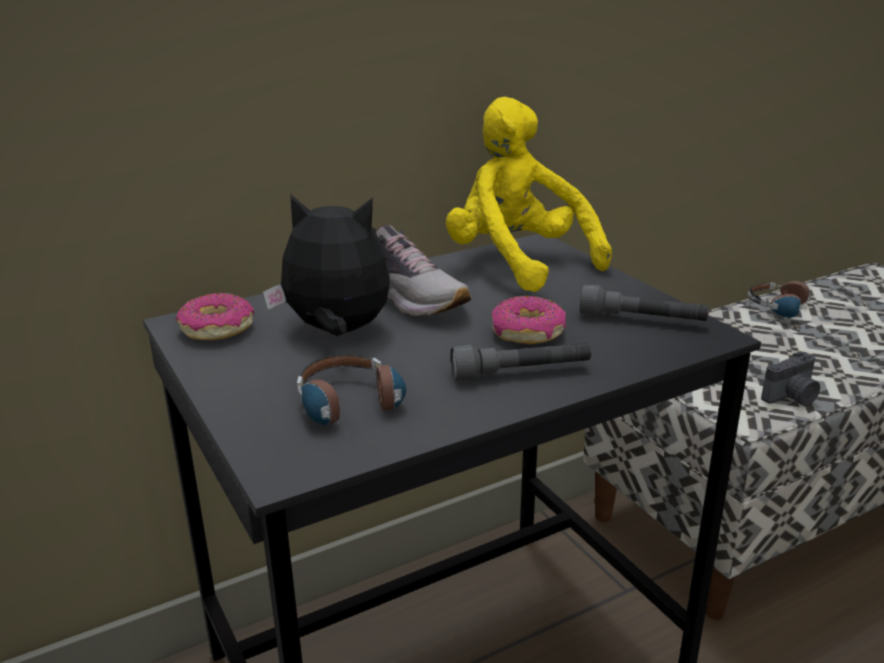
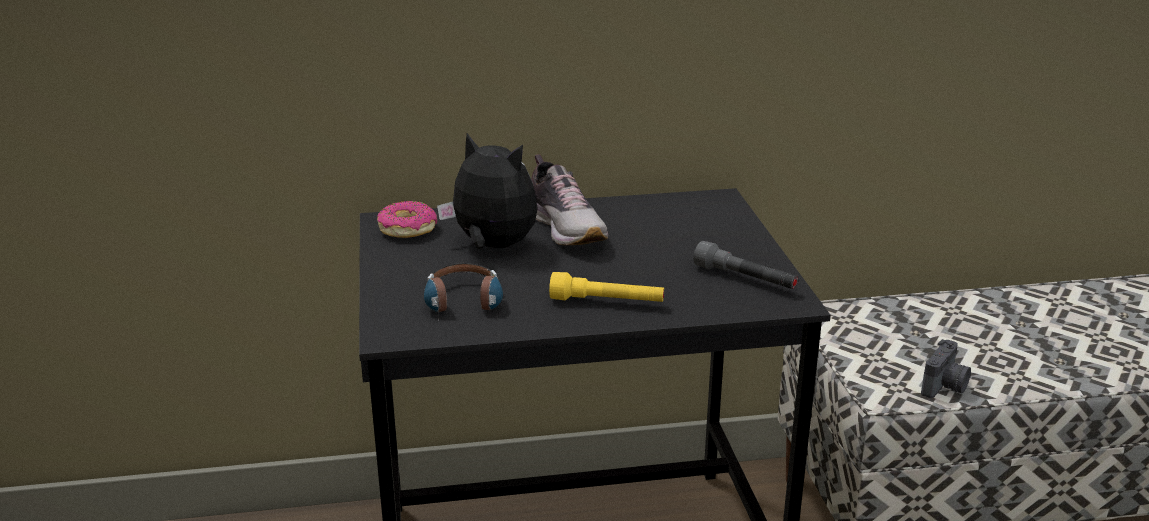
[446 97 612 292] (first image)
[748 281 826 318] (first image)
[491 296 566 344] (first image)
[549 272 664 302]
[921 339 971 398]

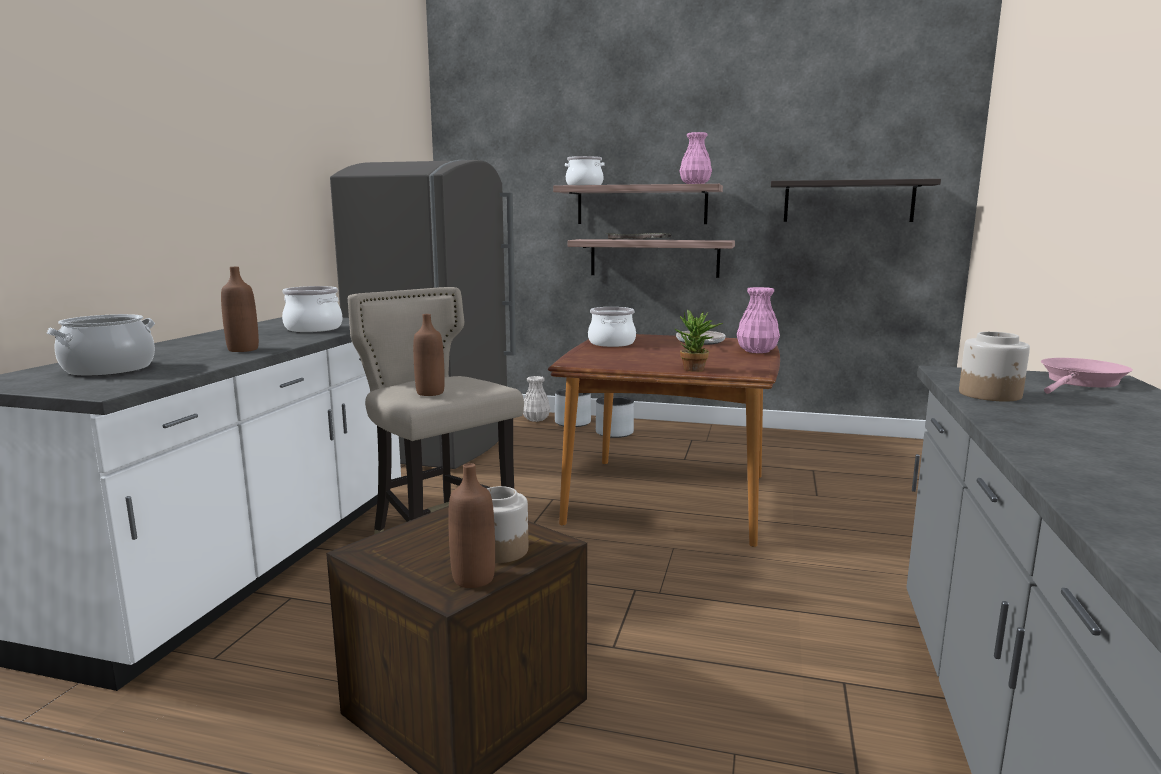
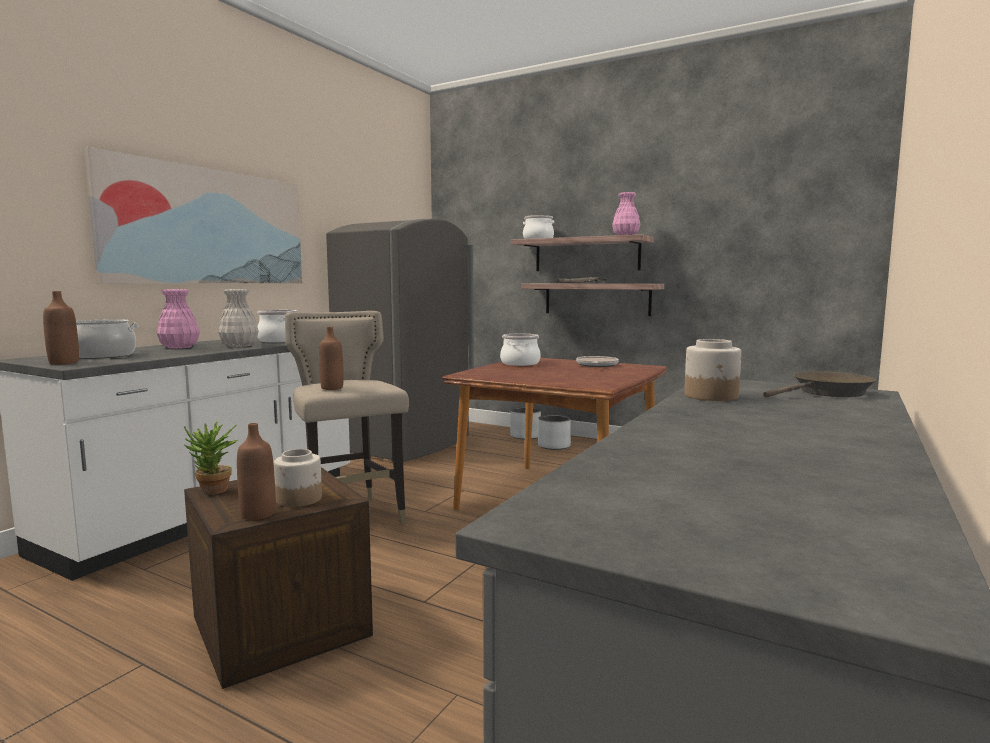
[771 179 941 222] (first image)
[43 291 79 364]
[157 289 200 349]
[184 421 238 495]
[763 371 877 398]
[218 289 259 347]
[84 147 302 283]

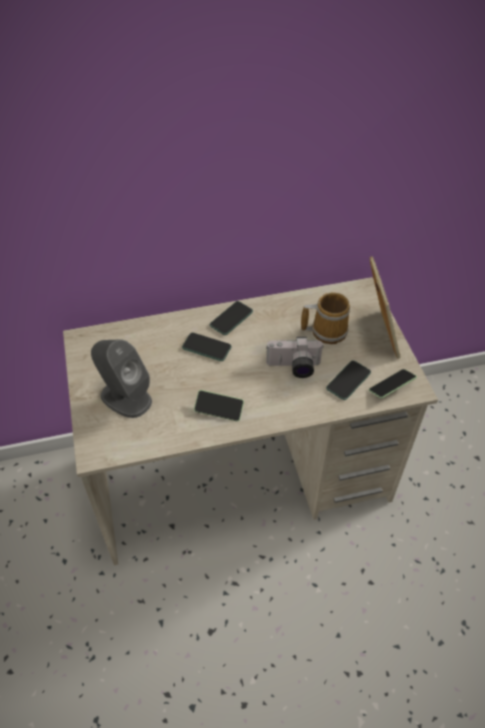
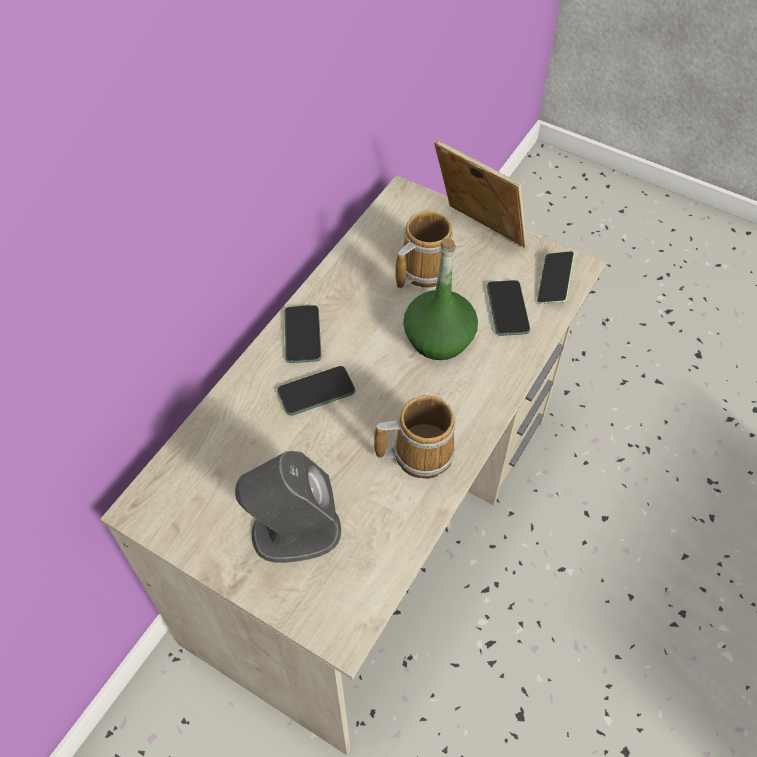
[403 238 478 360]
[374 396 455 479]

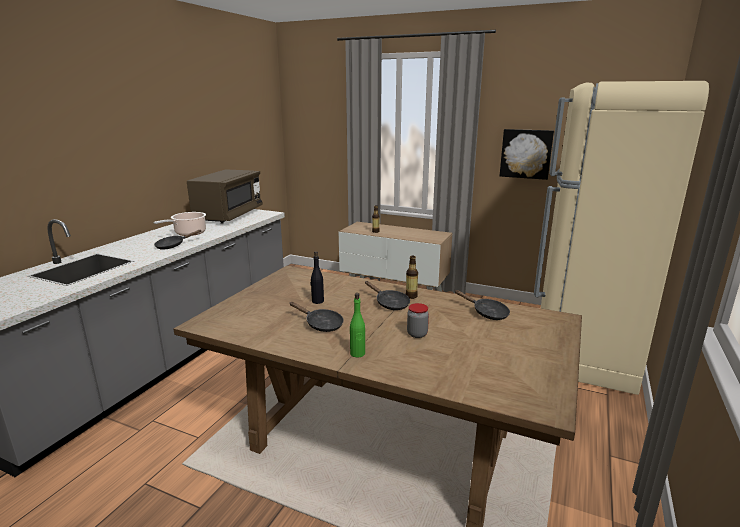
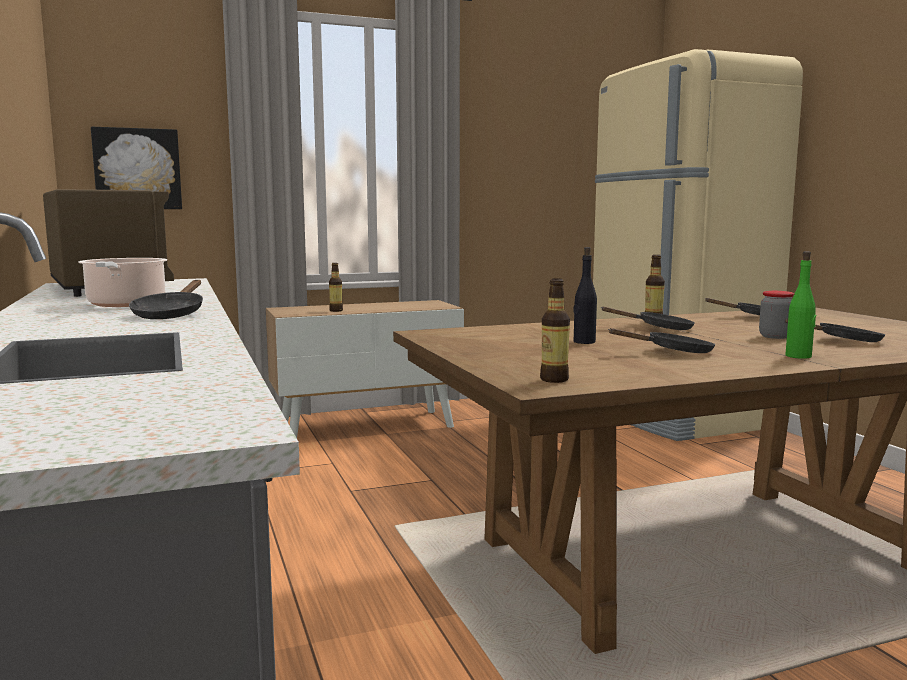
[91 127 182 209]
[540 278 570 383]
[784 318 885 342]

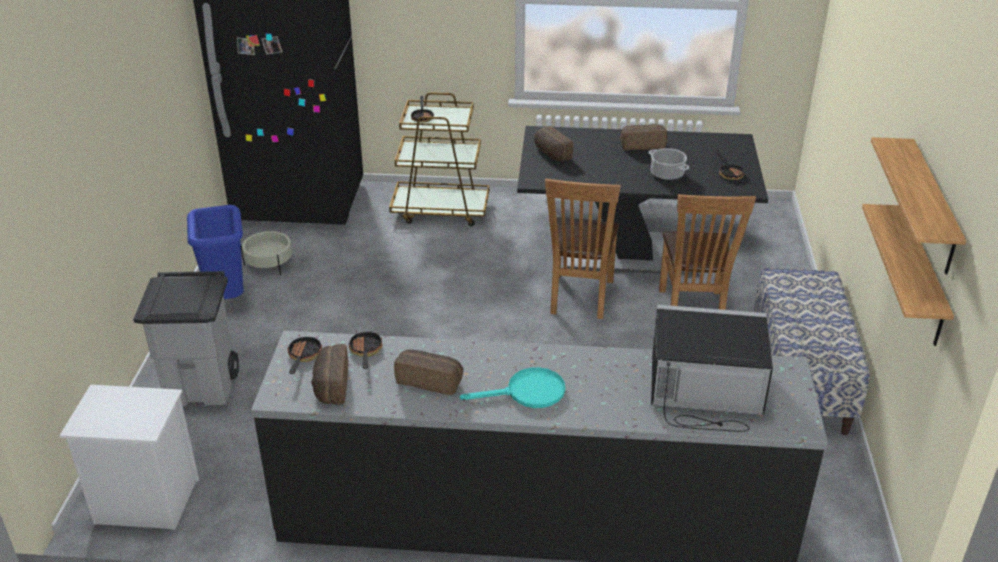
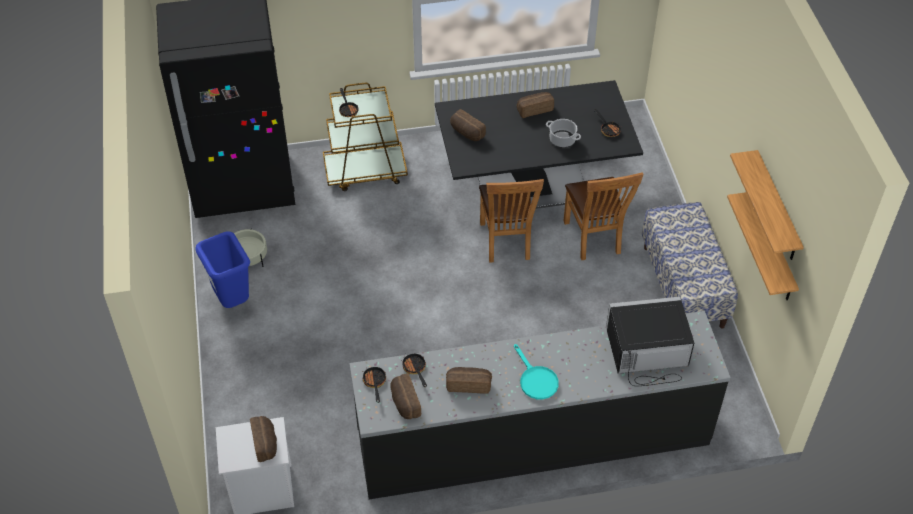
[133 271 239 406] (first image)
[514 344 559 399]
[250 416 277 462]

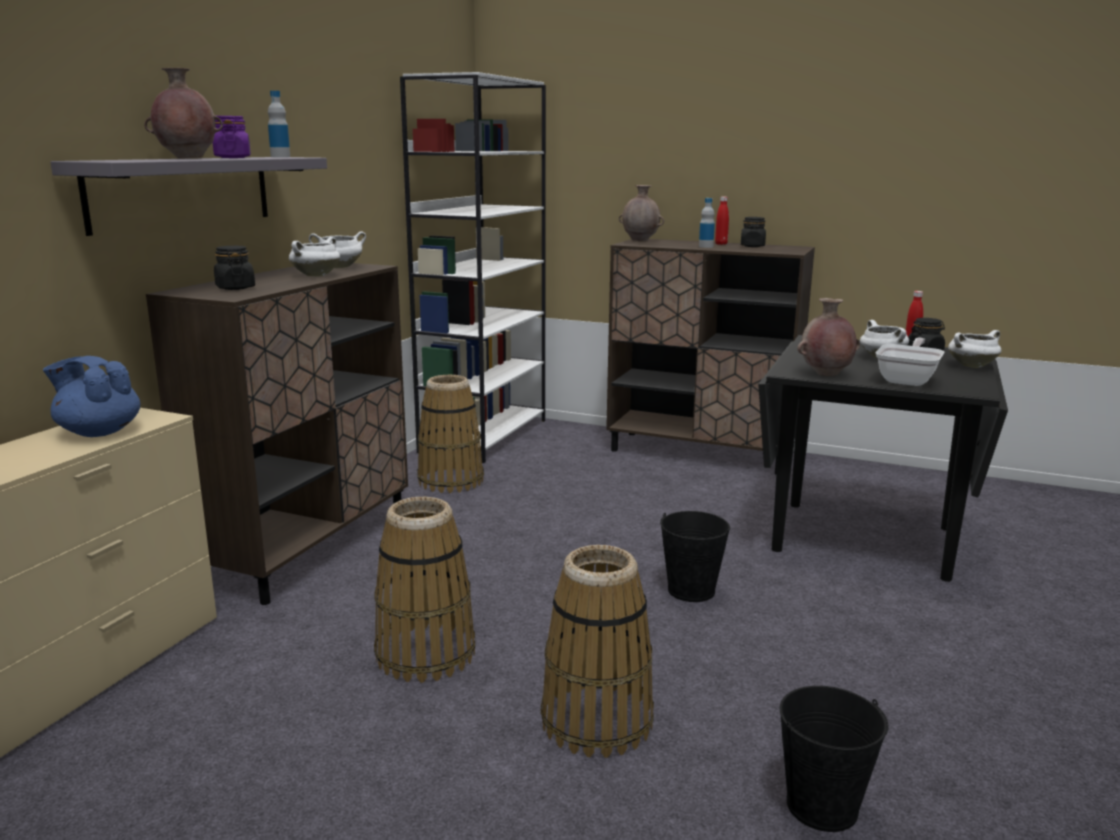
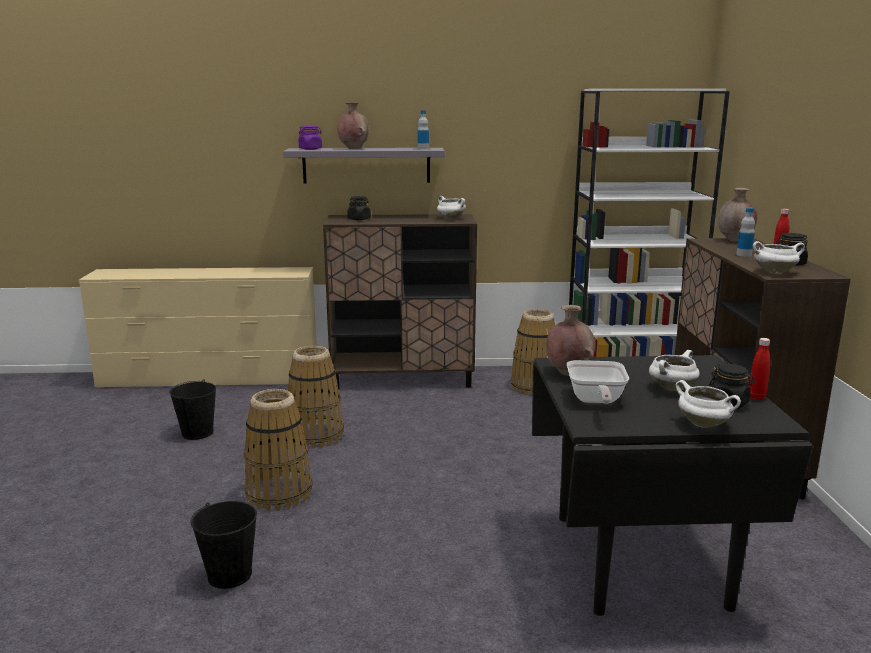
[298 126 322 150]
[753 241 805 274]
[567 360 629 404]
[43 356 140 437] (first image)
[169 379 216 440]

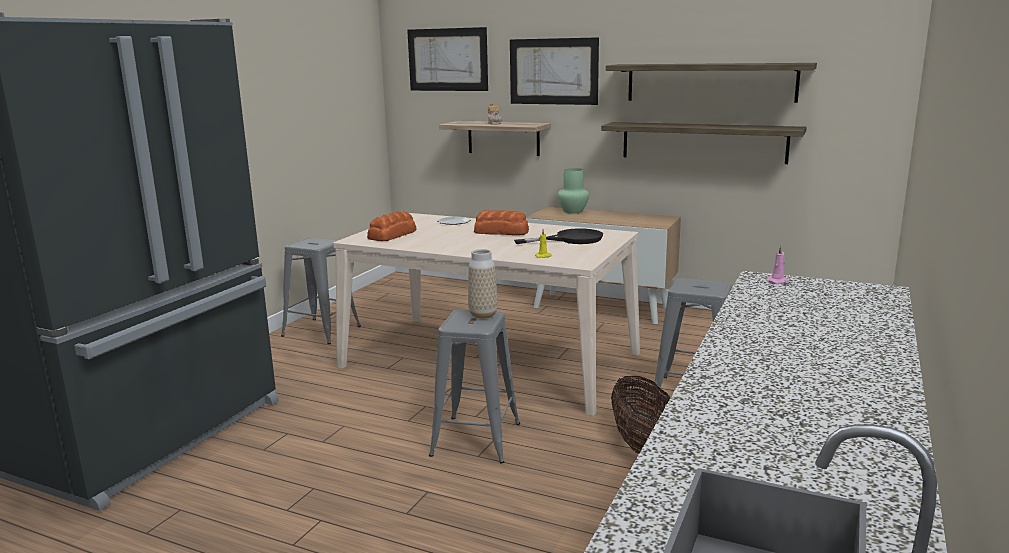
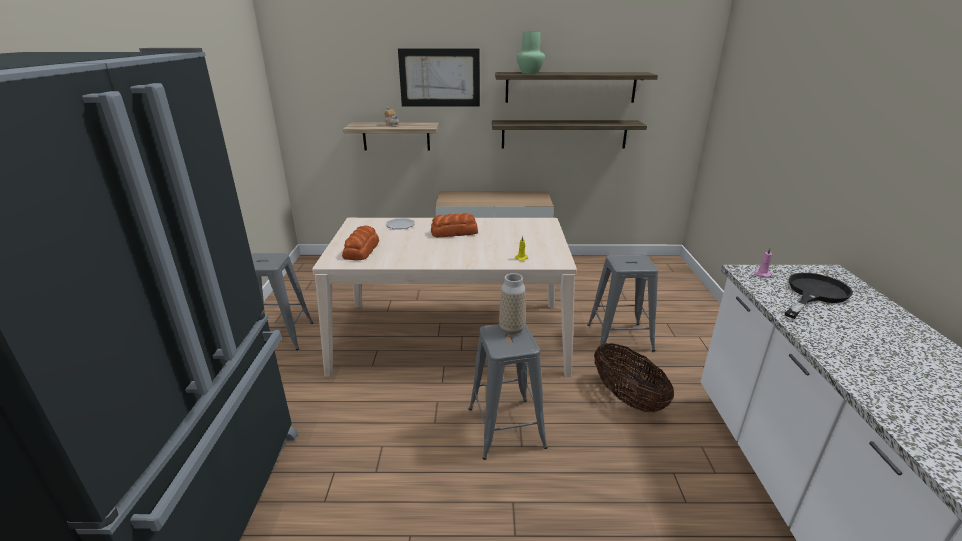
[407 27 488 91] (first image)
[517 31 545 74]
[785 273 853 319]

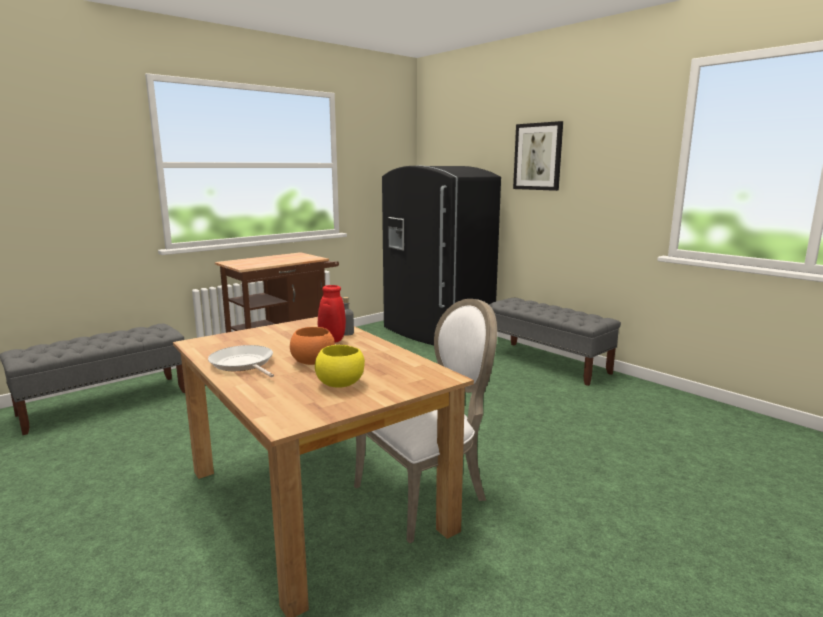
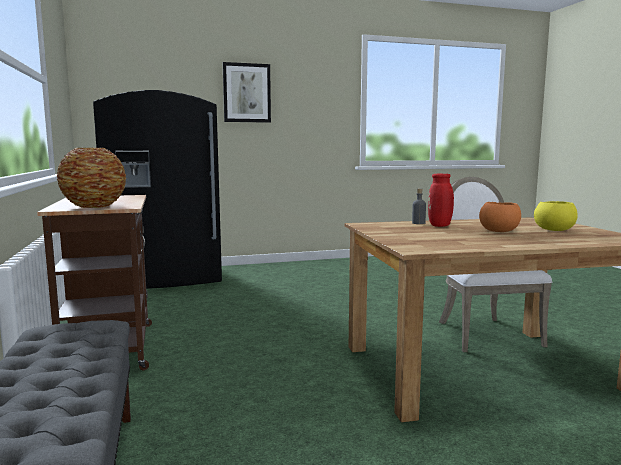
[489 298 621 386] (first image)
[208 345 274 377] (first image)
[57 148 126 208]

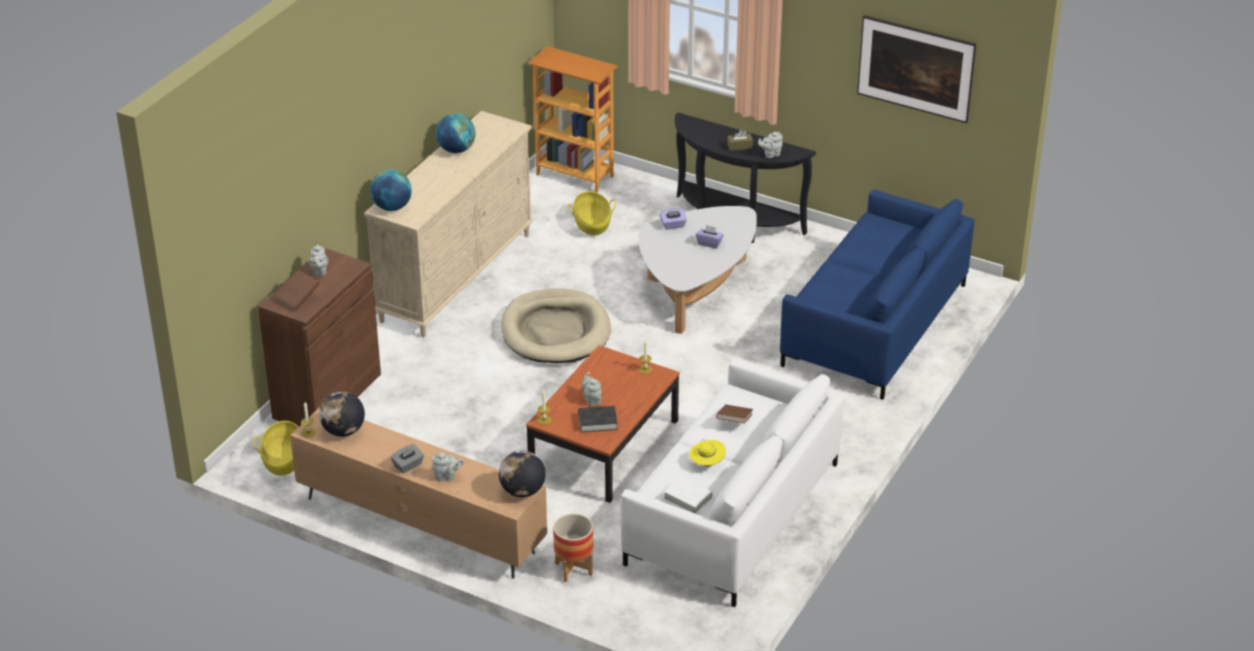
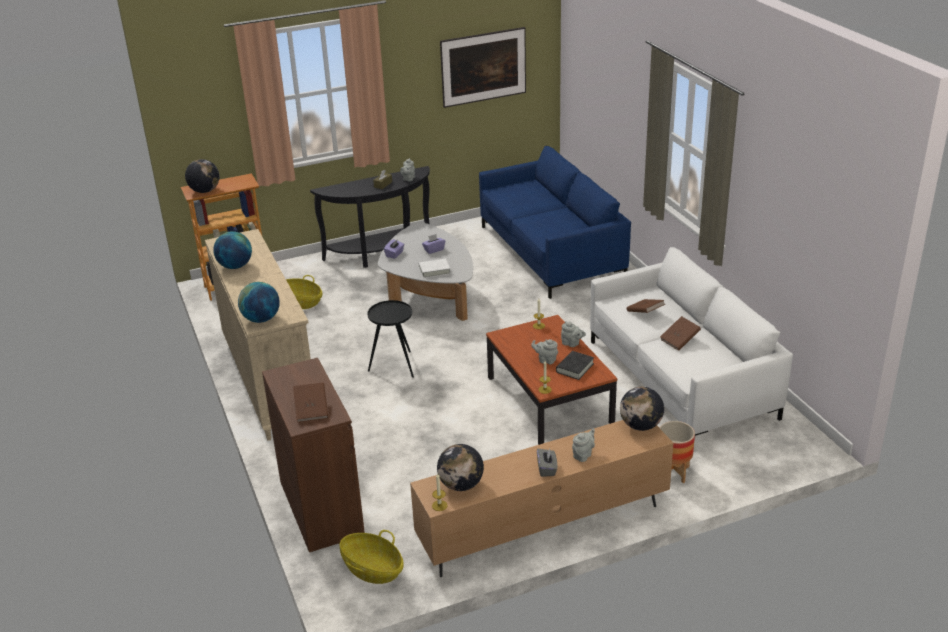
[561 321 586 347]
[367 300 414 378]
[660 316 701 351]
[419 259 450 278]
[185 159 219 193]

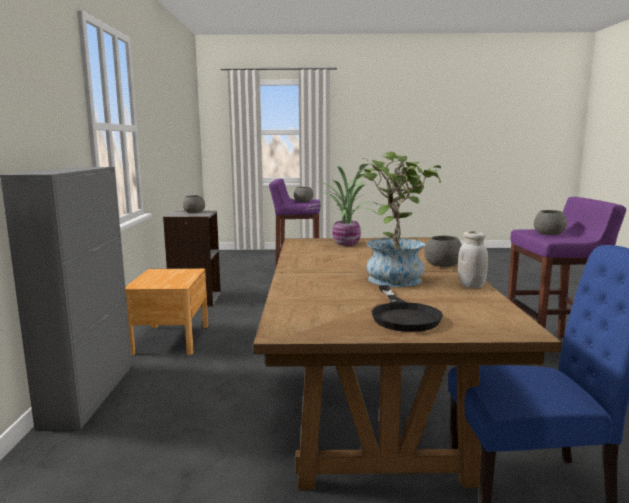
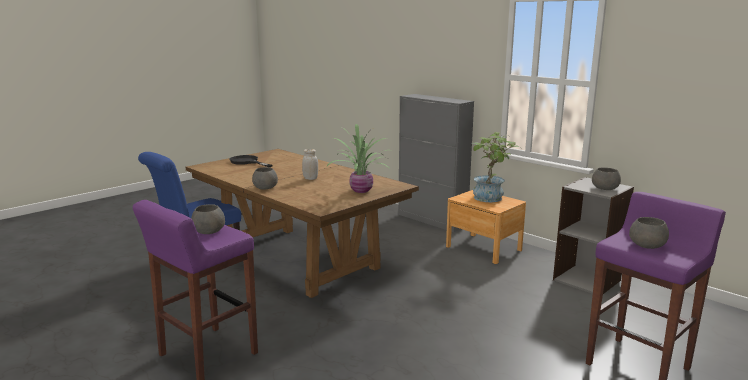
[473 132 522 202]
[302 149 318 180]

